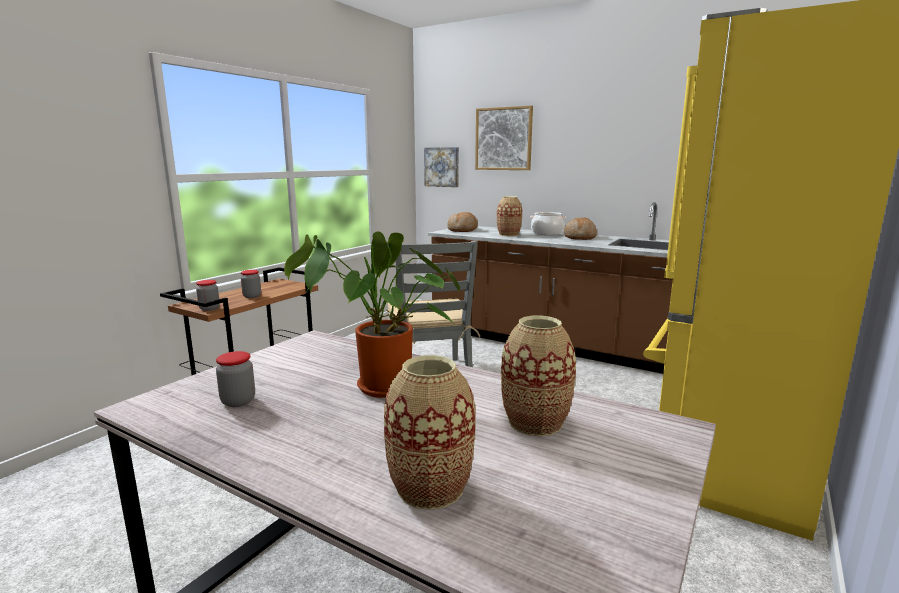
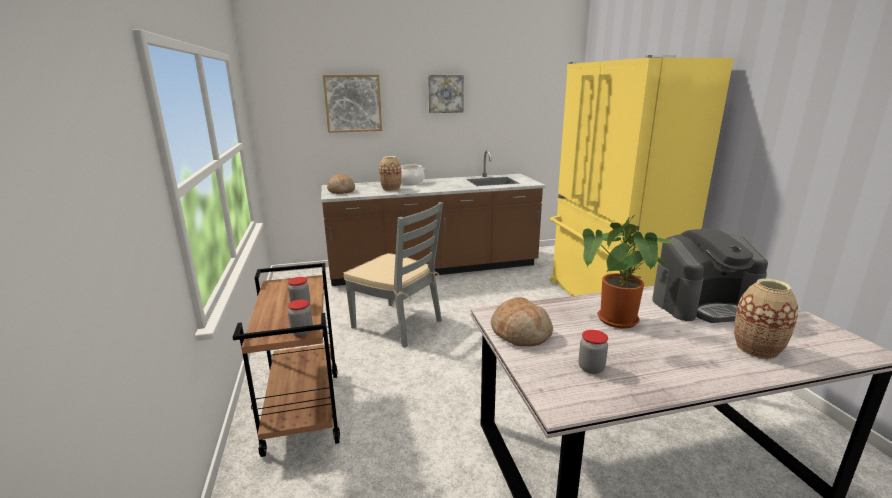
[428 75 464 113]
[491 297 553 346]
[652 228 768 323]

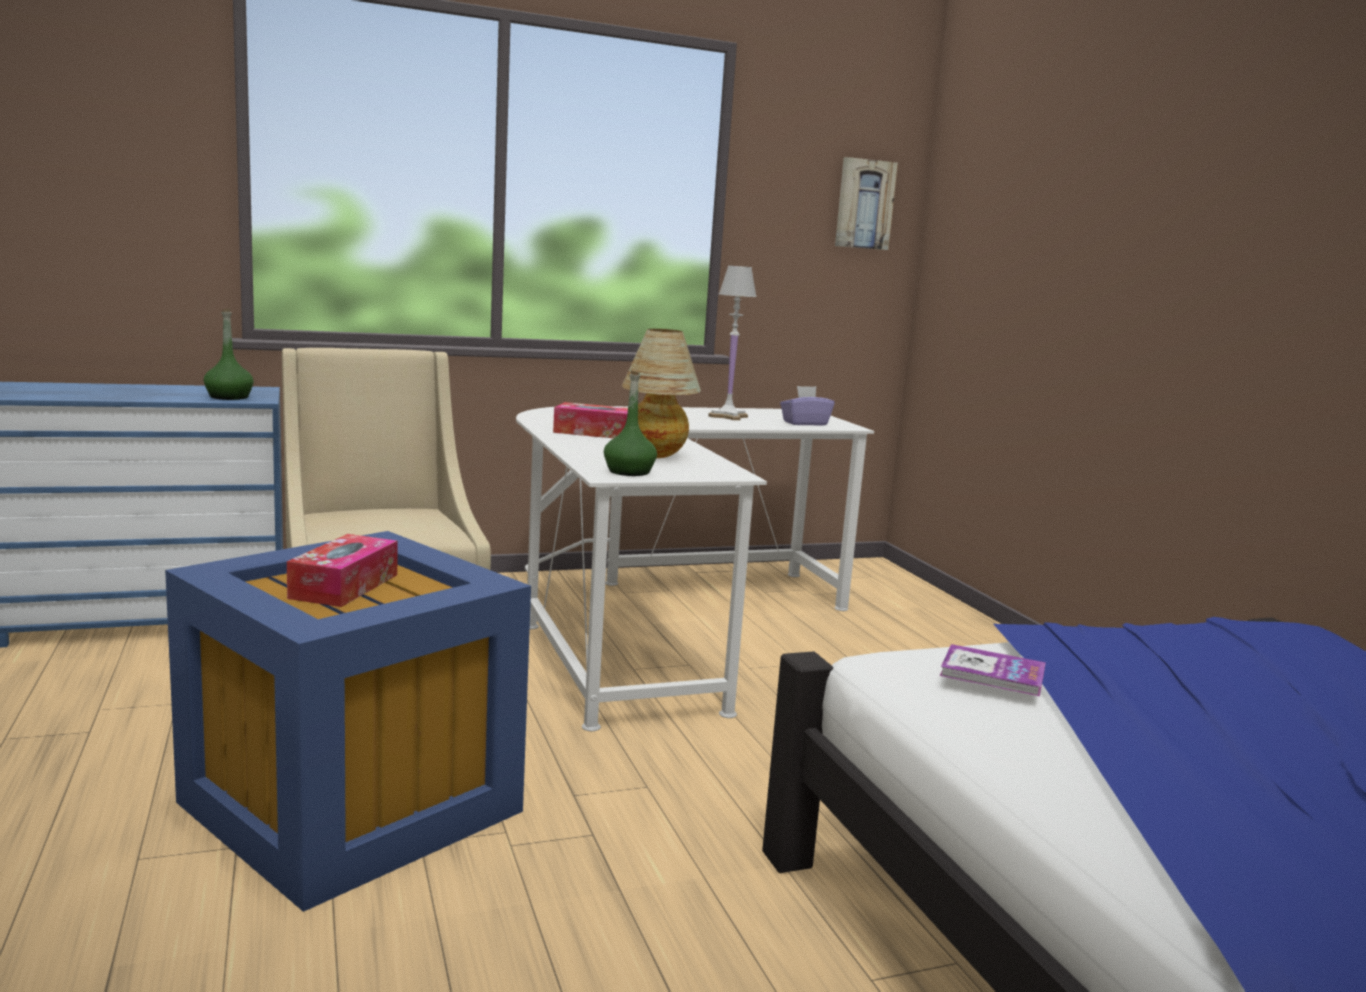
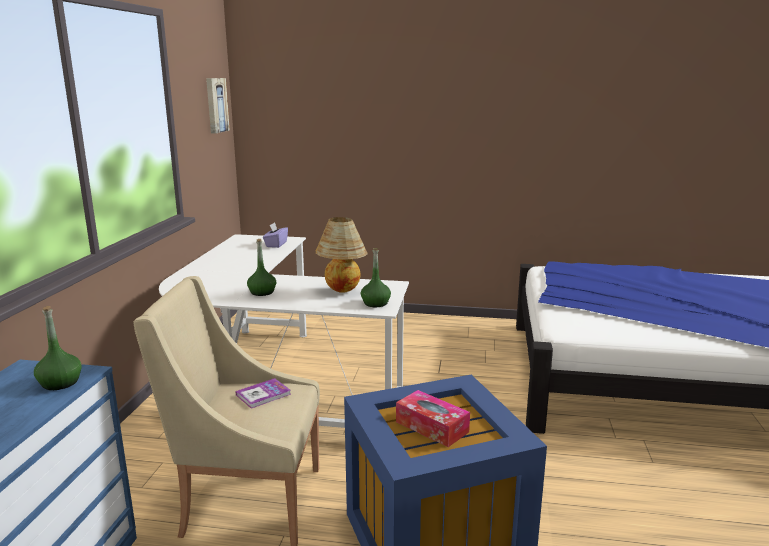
[708 266 757 420] (first image)
[247 239 276 296]
[235 378 291 409]

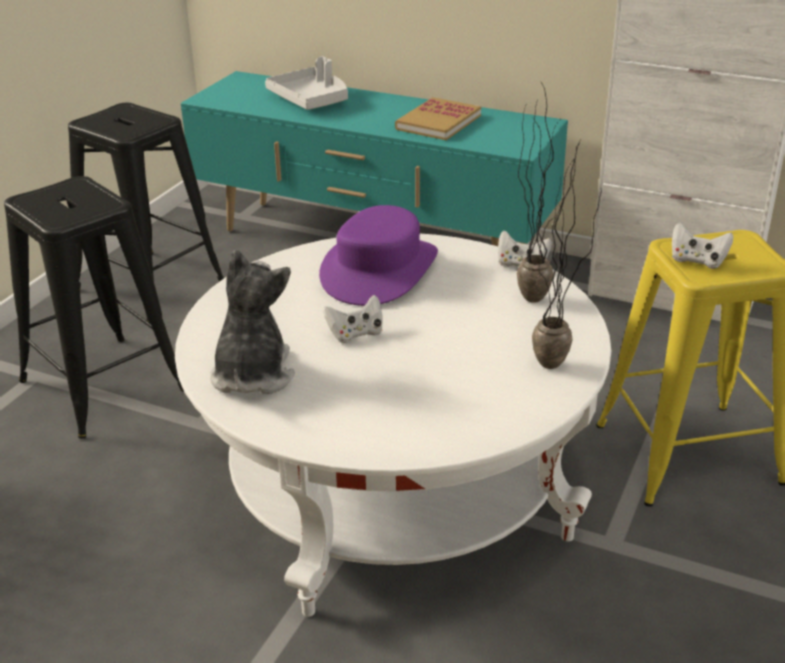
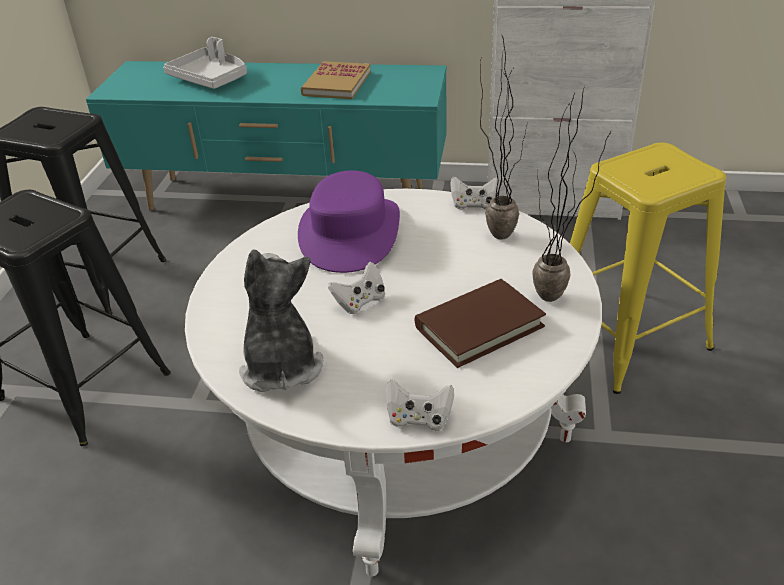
[386 379 454 431]
[415 279 546 368]

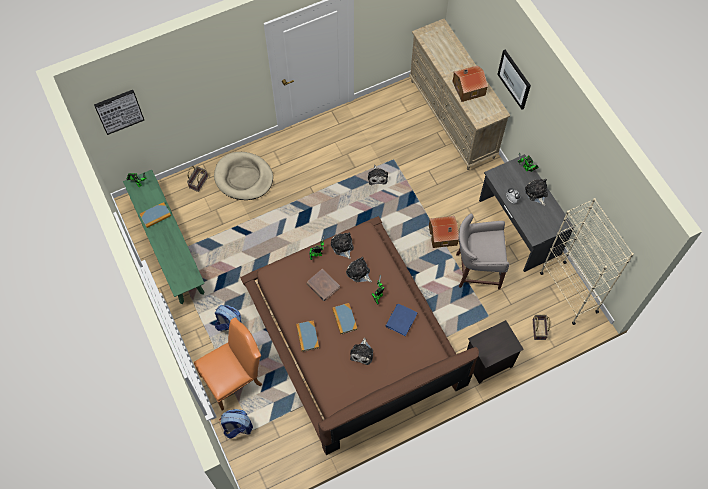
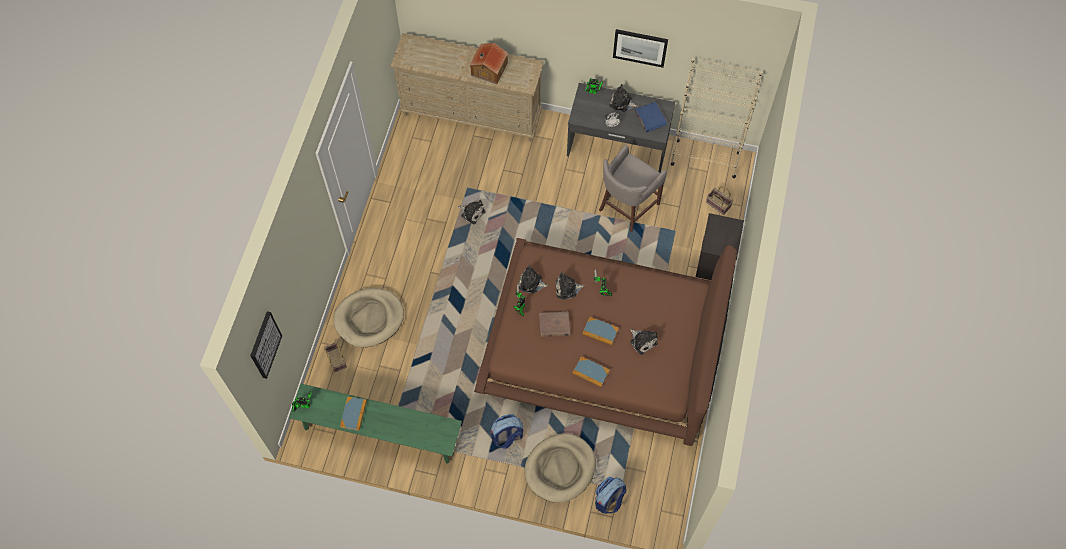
[613 29 668 68]
[429 216 459 248] (first image)
[635 102 667 132]
[524 433 596 503]

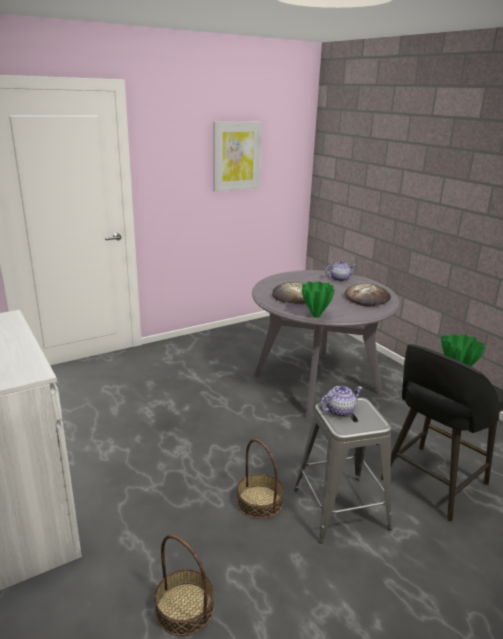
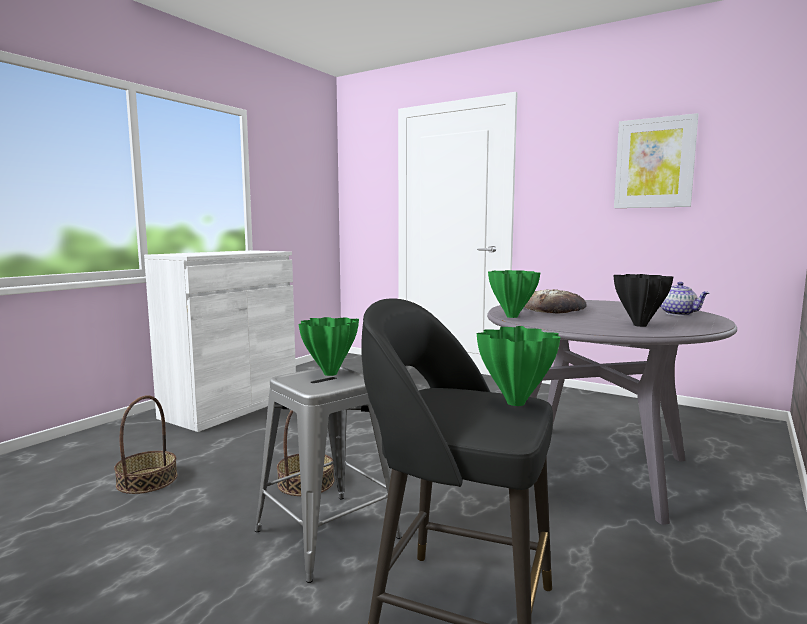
[614 274 673 327]
[299 317 359 376]

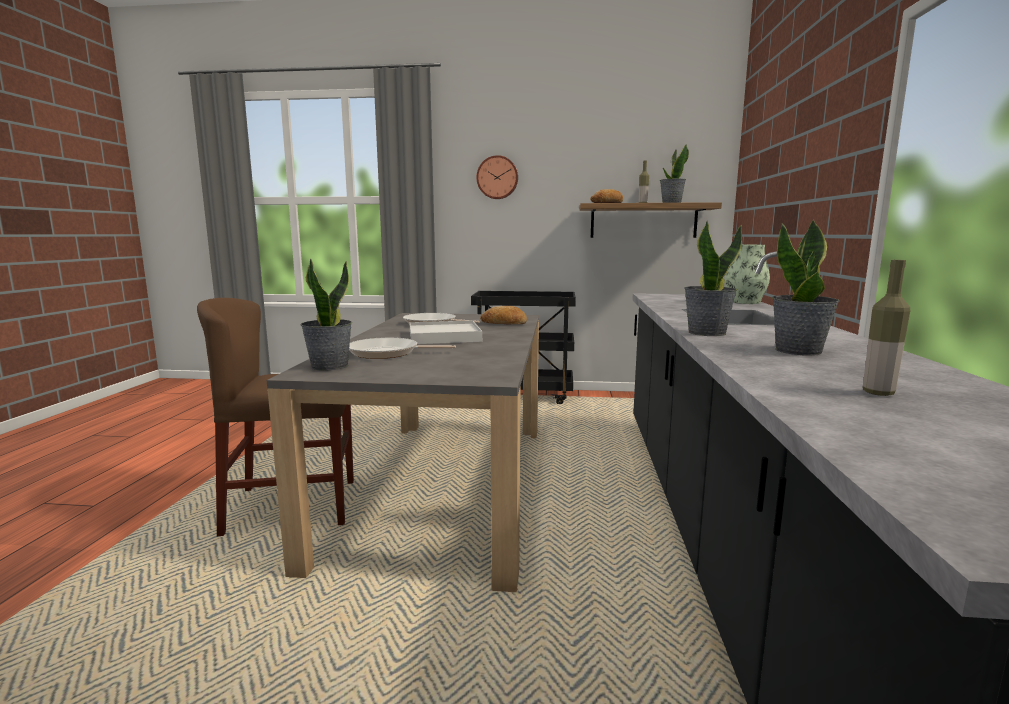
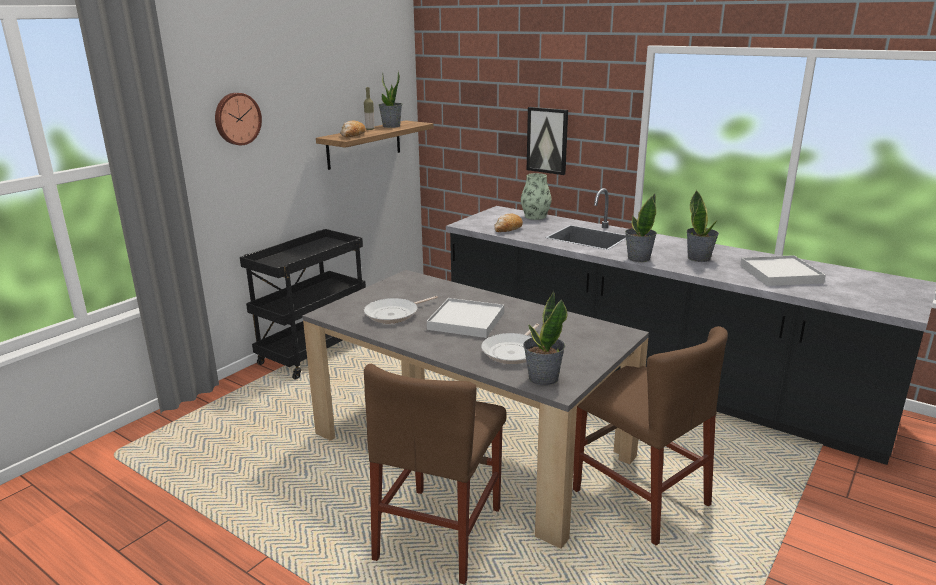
[740 255 826 286]
[494 214 523 232]
[527 107 568 175]
[573 326 728 545]

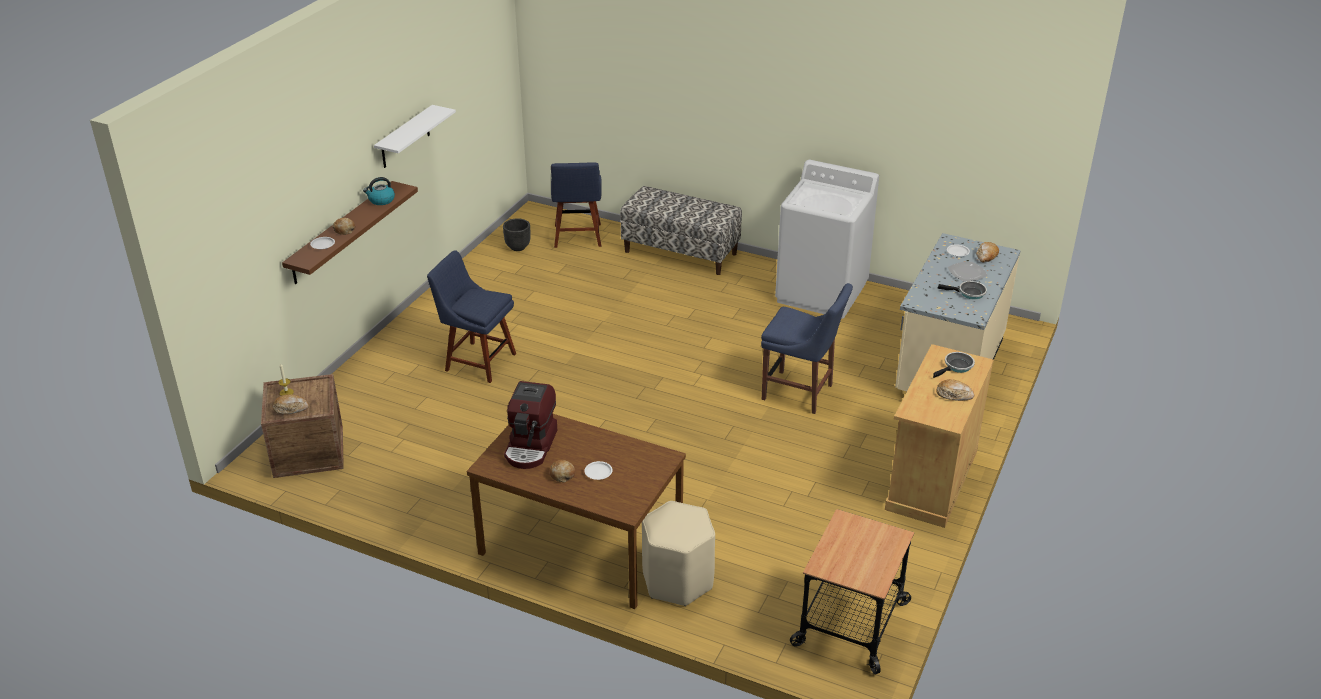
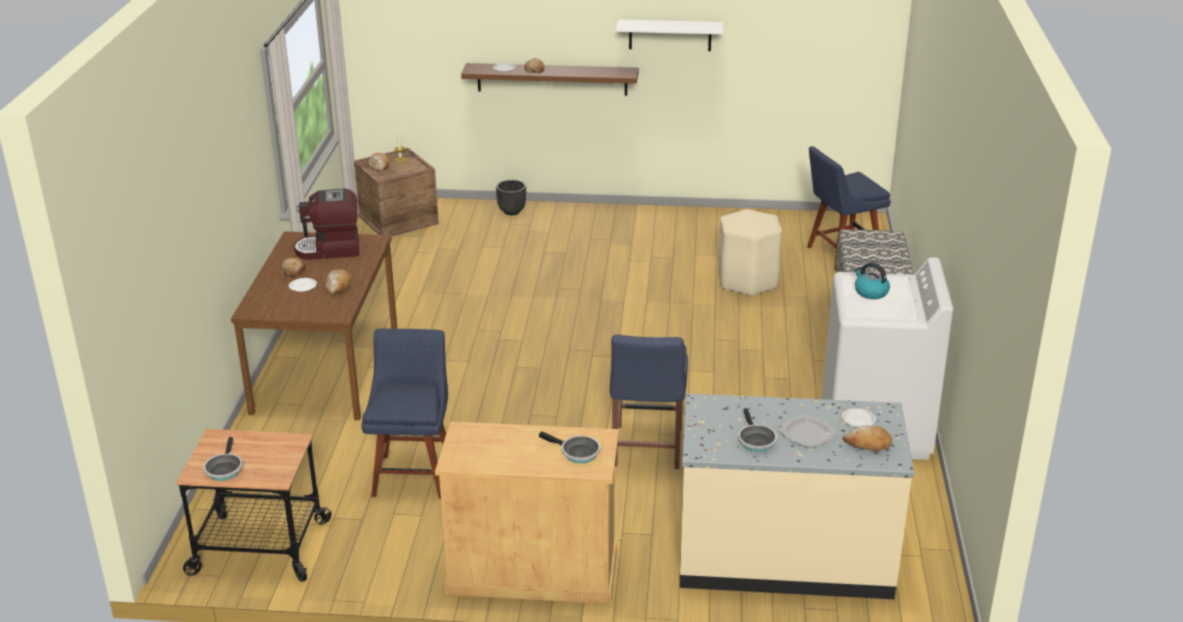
[854 262 890 299]
[496 180 526 215]
[361 328 448 499]
[325 269 352 294]
[718 209 782 297]
[203 437 242 481]

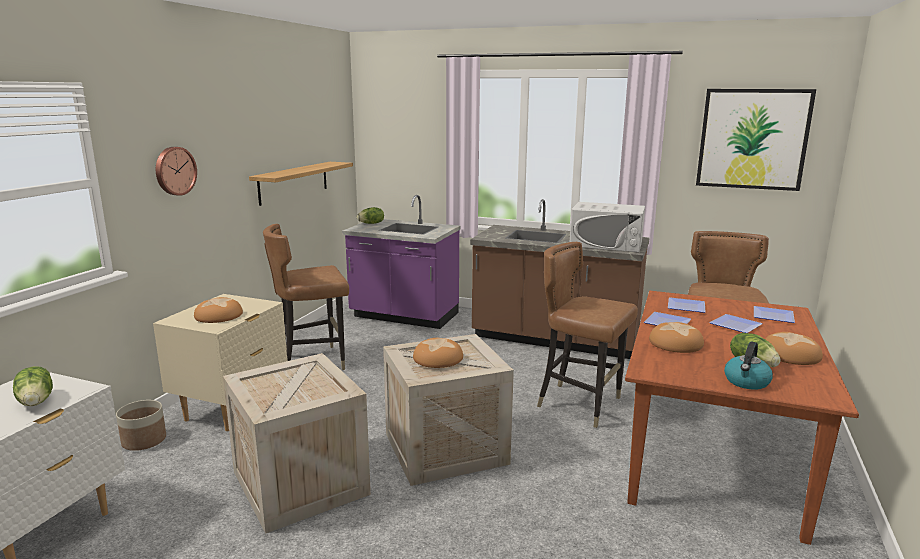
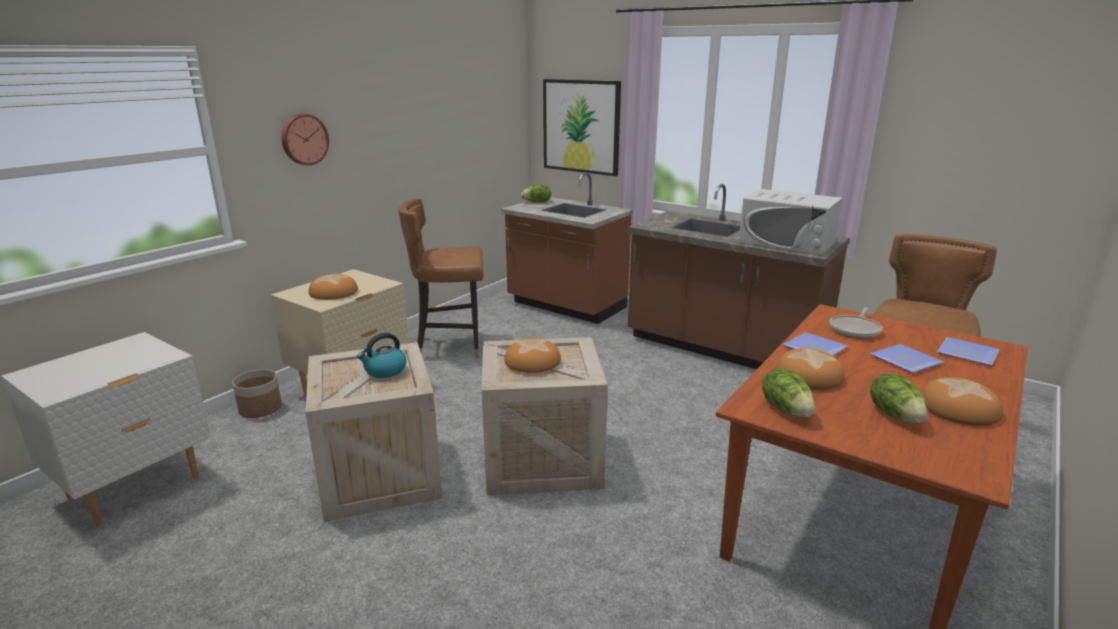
[543 79 621 176]
[249 162 353 206] (first image)
[501 172 633 324]
[537 242 638 428] (first image)
[829 307 883 338]
[357 333 406 378]
[762 369 815 417]

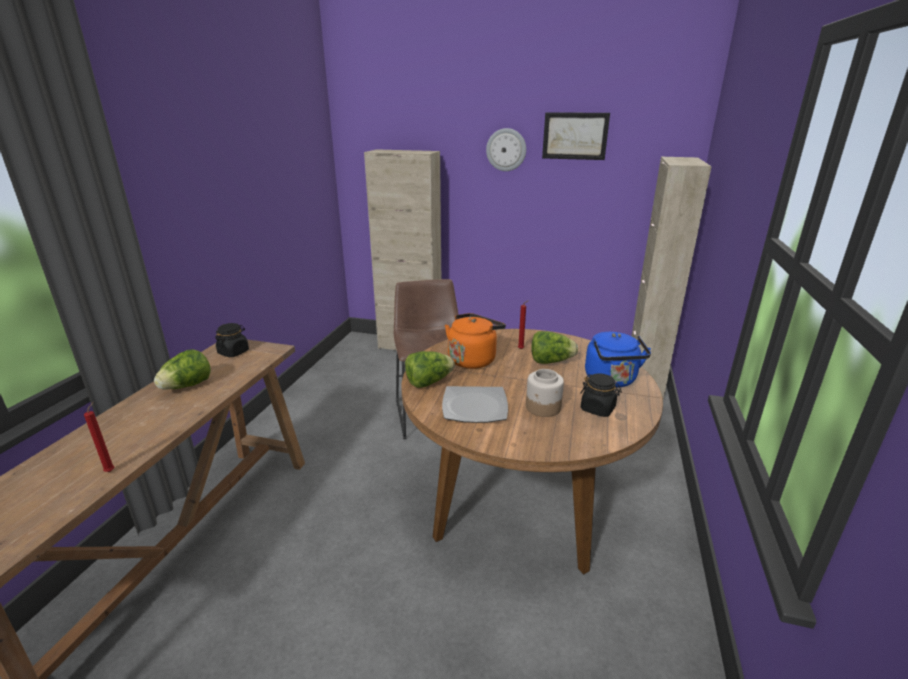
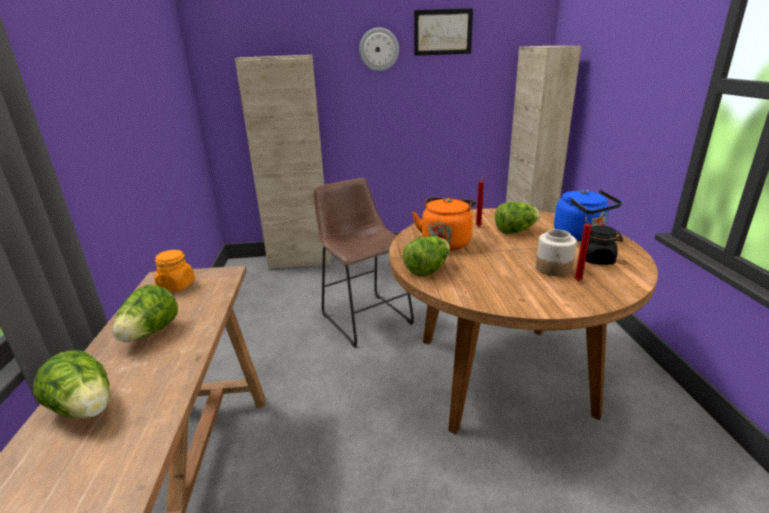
[154 250 195 291]
[442 386 508 423] (first image)
[574 216 592 281]
[34 350 110 419]

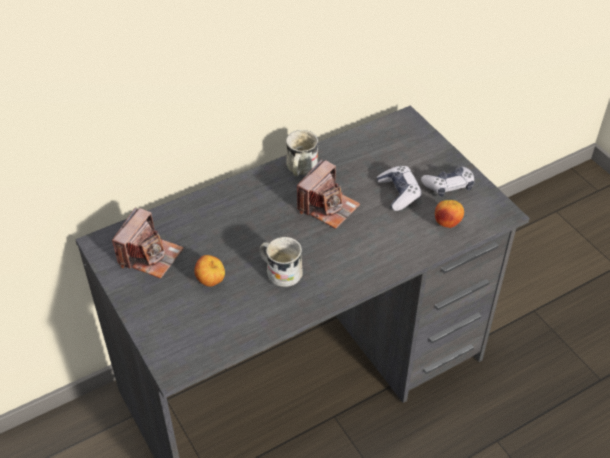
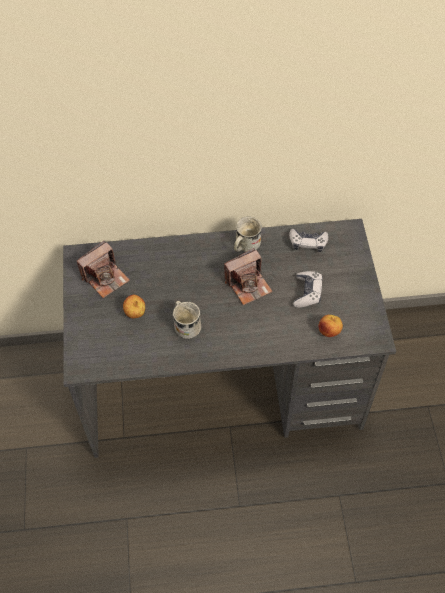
[289 229 328 252]

